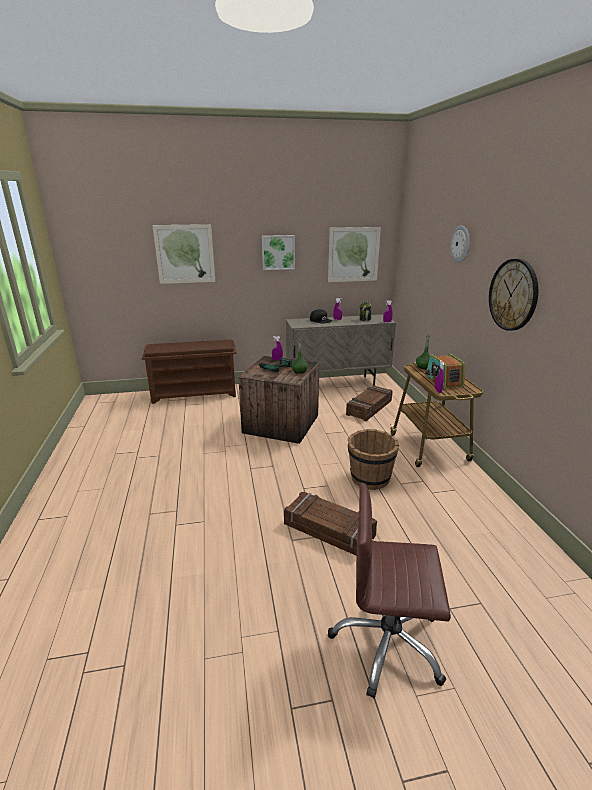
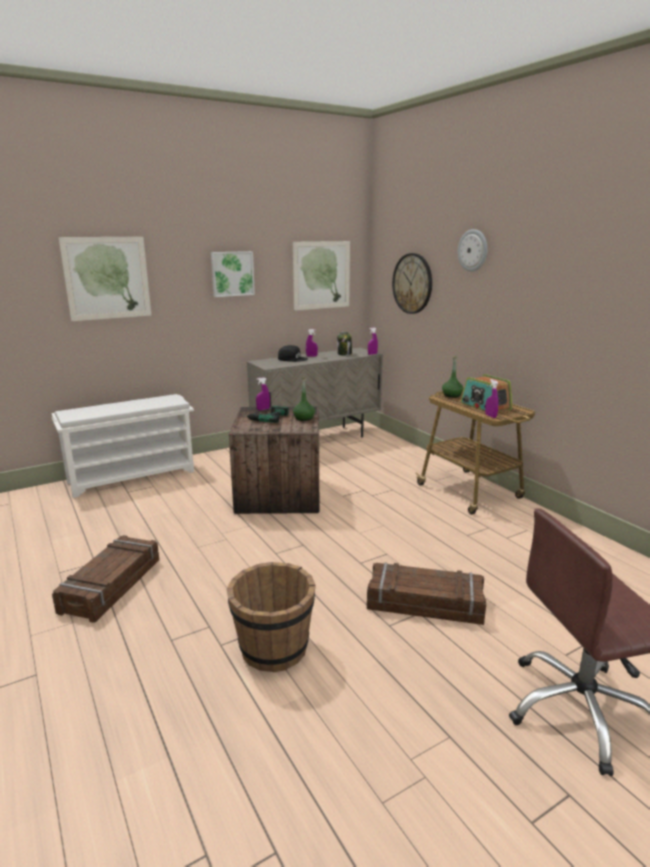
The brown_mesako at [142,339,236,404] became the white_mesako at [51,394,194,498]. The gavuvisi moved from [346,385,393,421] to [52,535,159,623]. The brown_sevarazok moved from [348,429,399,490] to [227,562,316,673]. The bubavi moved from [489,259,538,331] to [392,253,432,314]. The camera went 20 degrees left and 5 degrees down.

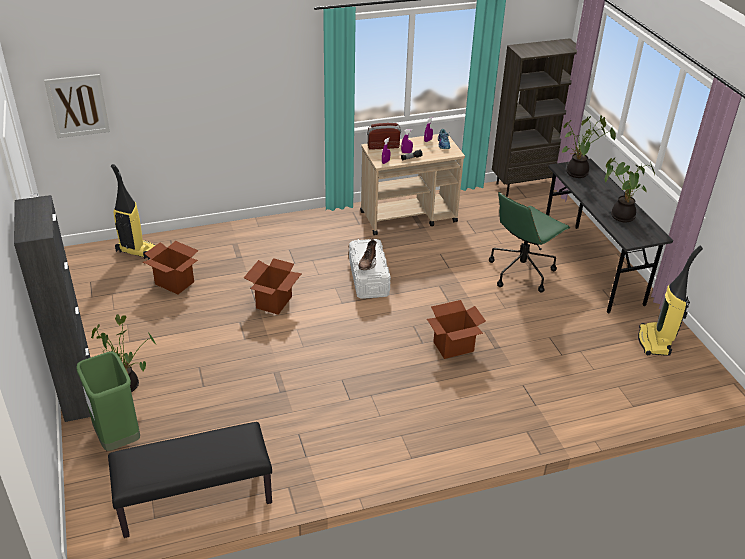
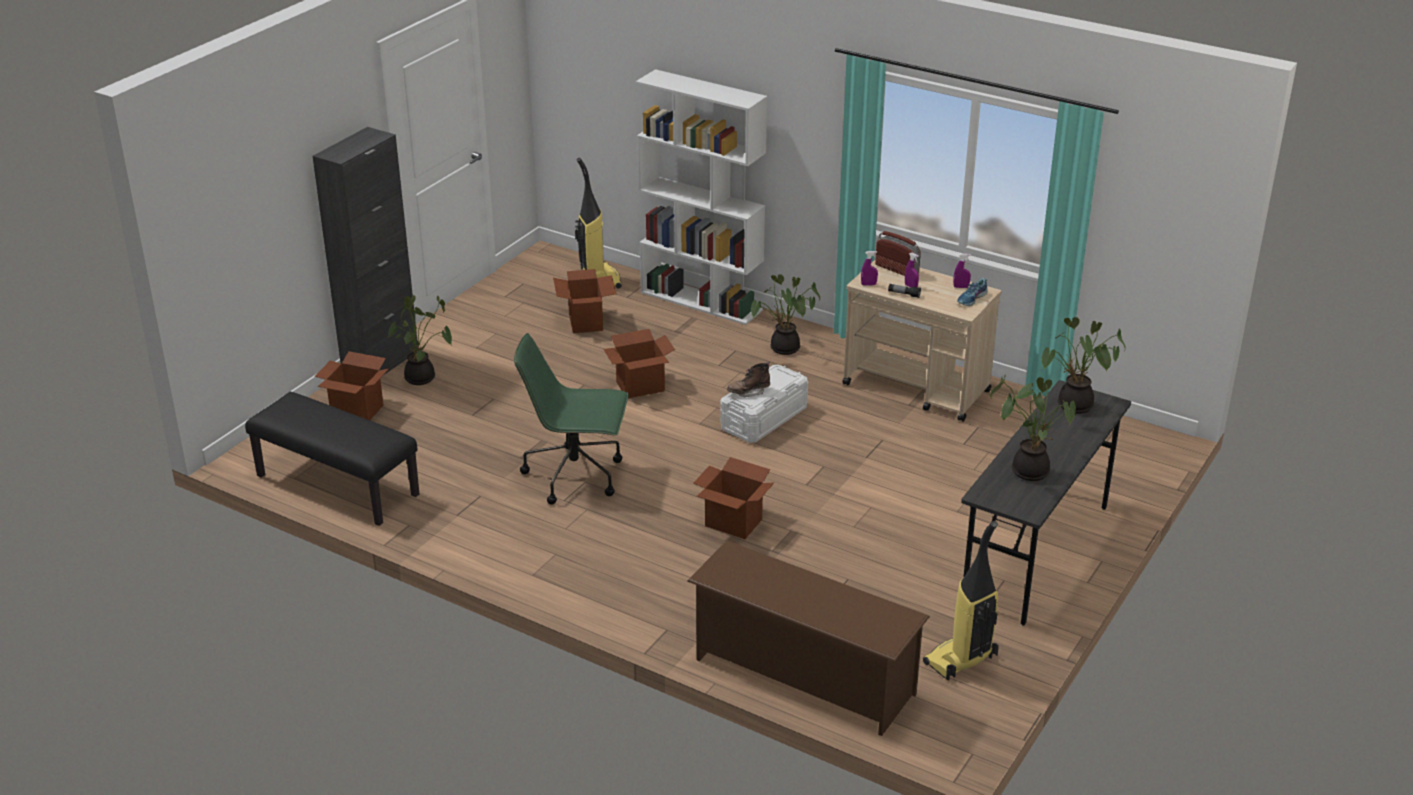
The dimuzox at [44,74,110,138] disappeared. The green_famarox at [76,351,140,451] was replaced by the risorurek at [315,351,389,420]. The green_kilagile moved from [489,192,571,292] to [514,333,629,505]. The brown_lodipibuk at [492,38,577,197] disappeared. The white_lodipibuk at [636,69,767,325] appeared. The brown_mesako at [687,541,930,736] appeared. The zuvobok at [751,274,820,355] appeared. The camera went 50 degrees right and 5 degrees down.

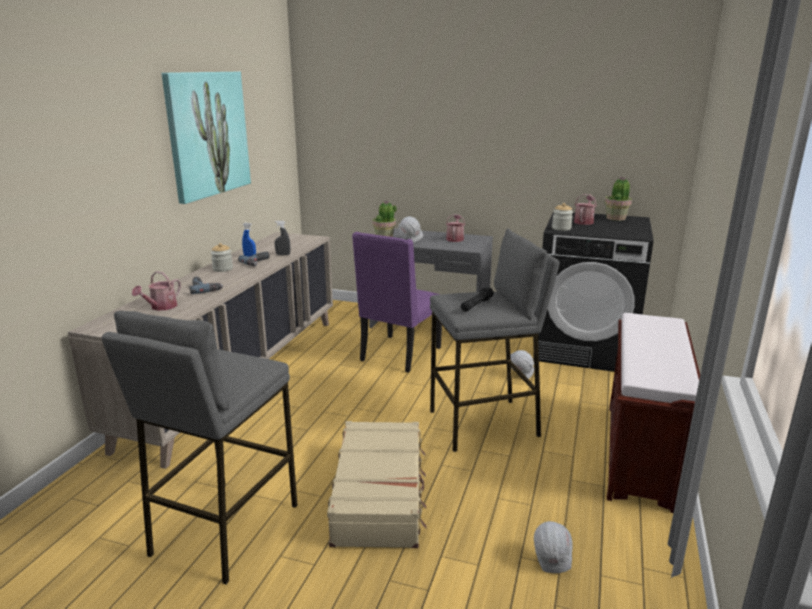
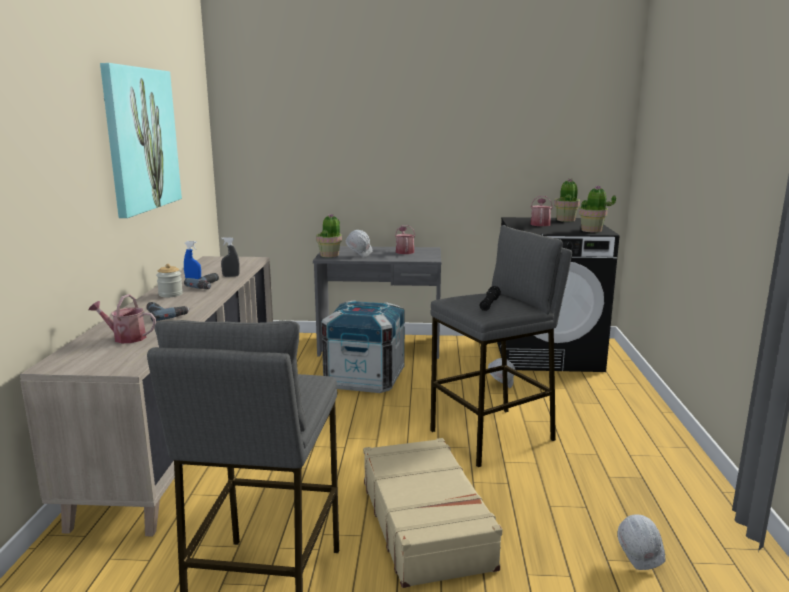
The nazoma at [132,271,181,311] turned 90 degrees clockwise. The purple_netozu at [352,232,442,373] was replaced by the gavuvisi at [321,300,405,393]. The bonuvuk at [552,203,573,231] disappeared. The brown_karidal at [607,313,700,513] disappeared. The zuvobok at [579,186,616,233] appeared. The camera went 15 degrees left and 5 degrees down.

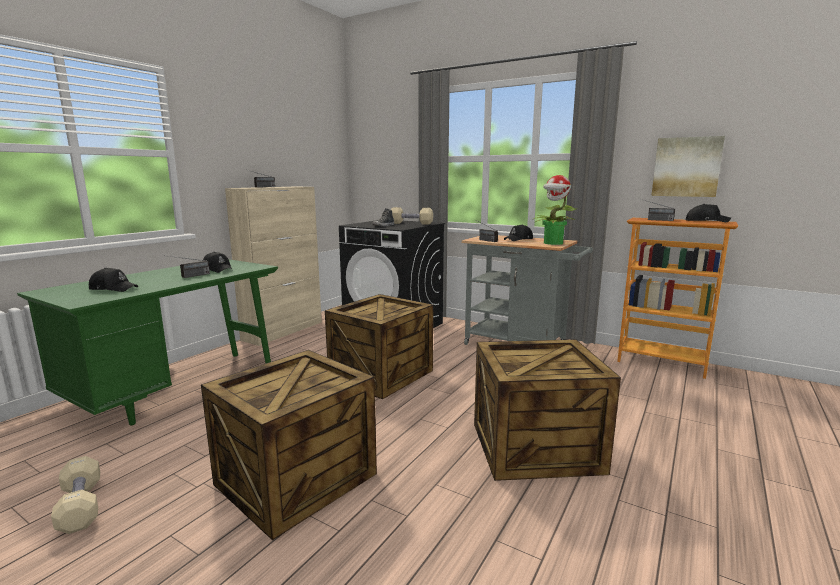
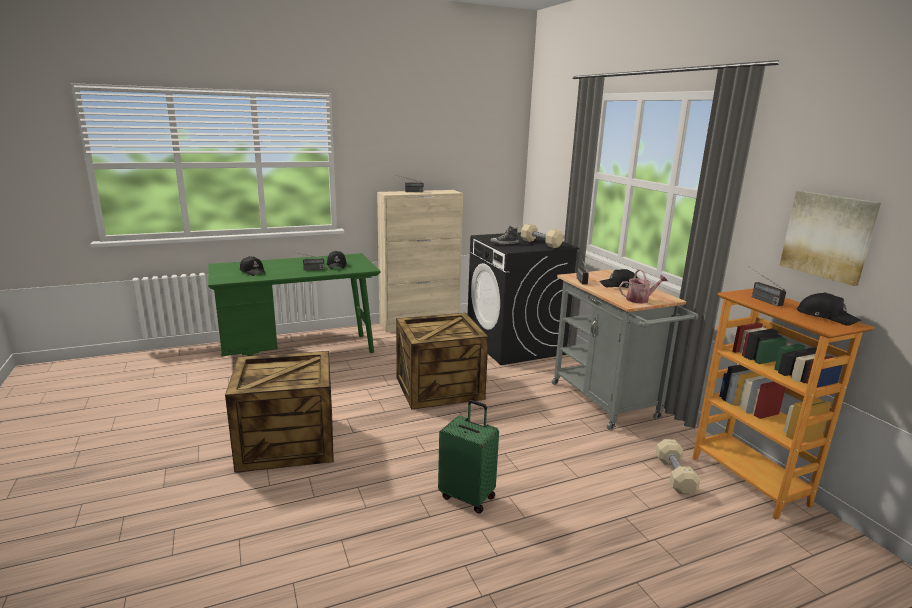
The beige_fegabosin moved from [51,456,100,534] to [656,439,700,495]. The gavuvisi at [474,339,621,481] was replaced by the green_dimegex at [438,400,499,514]. The zuvobok at [532,175,576,245] was replaced by the nazoma at [619,269,668,304]. The camera went 35 degrees right and 5 degrees up.

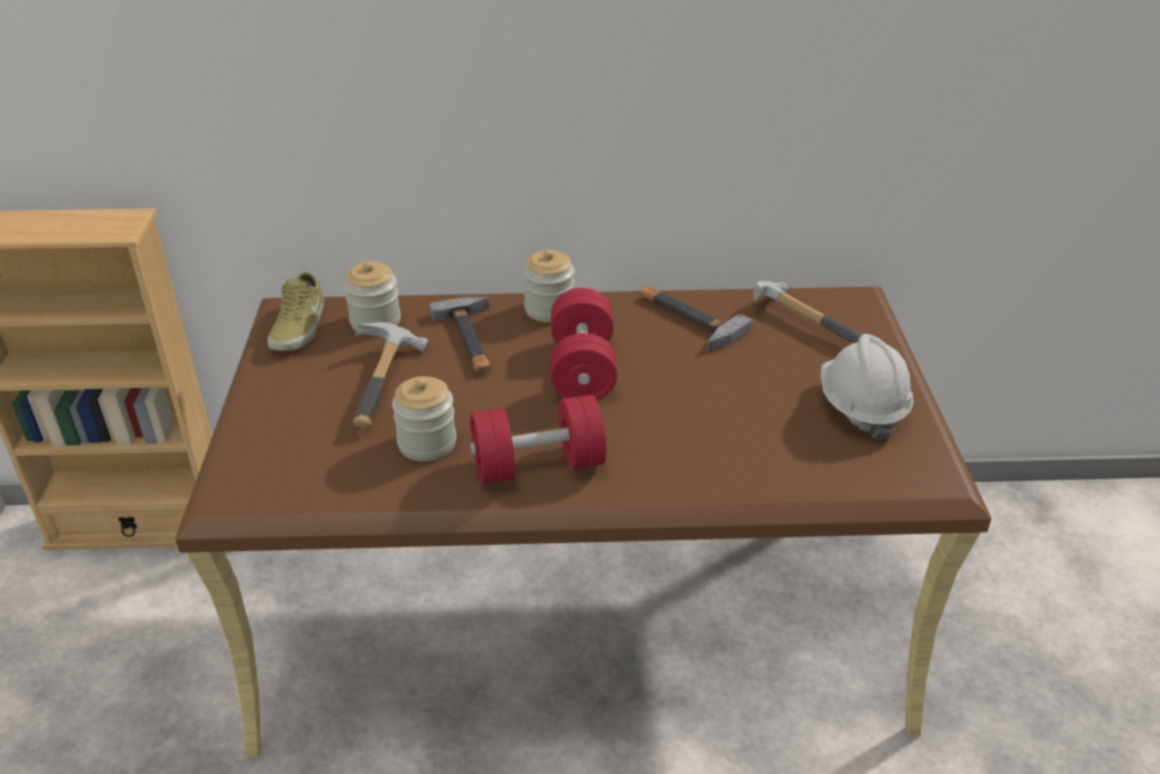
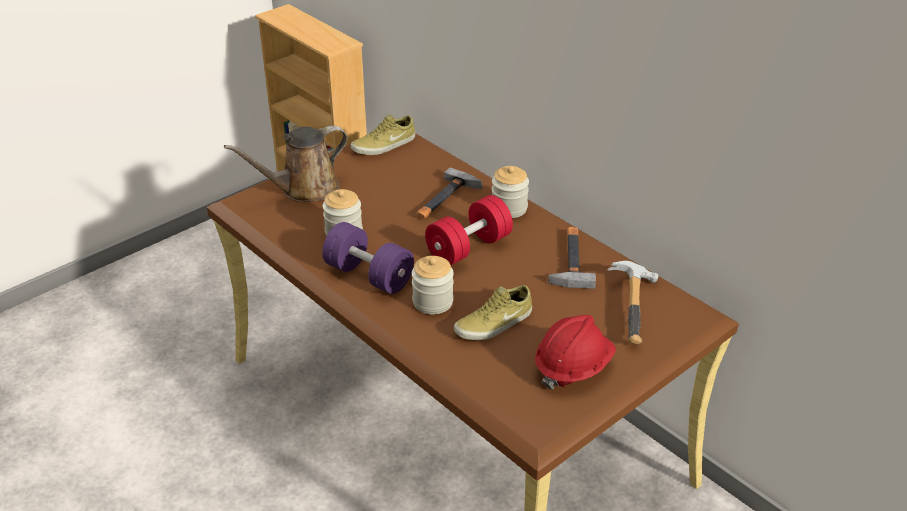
The bonuvuk moved from [344,261,401,332] to [412,256,454,314]. The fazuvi at [353,322,428,428] disappeared. The red_fegabosin at [470,395,606,484] became the purple_fegabosin at [322,222,414,294]. The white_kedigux at [821,334,913,440] became the red_kedigux at [535,315,616,390]. The brown_nazoma at [224,125,348,201] appeared. The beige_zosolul at [454,285,532,340] appeared. The camera went 50 degrees right and 0 degrees up.

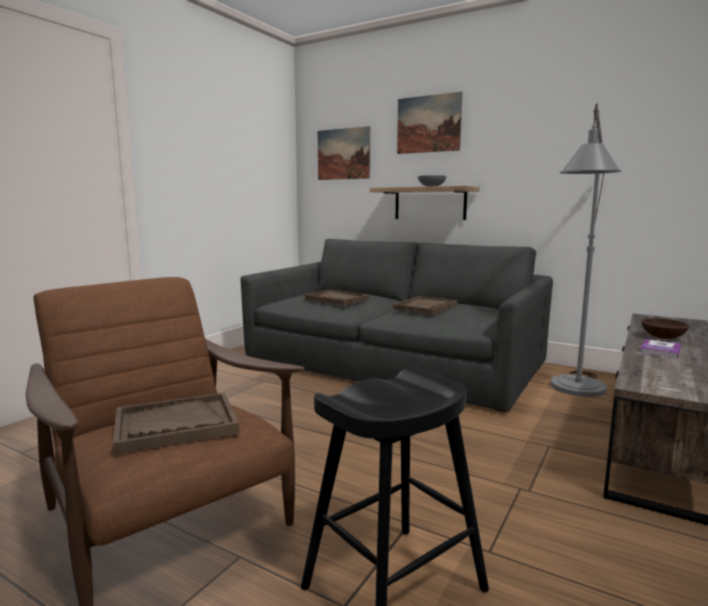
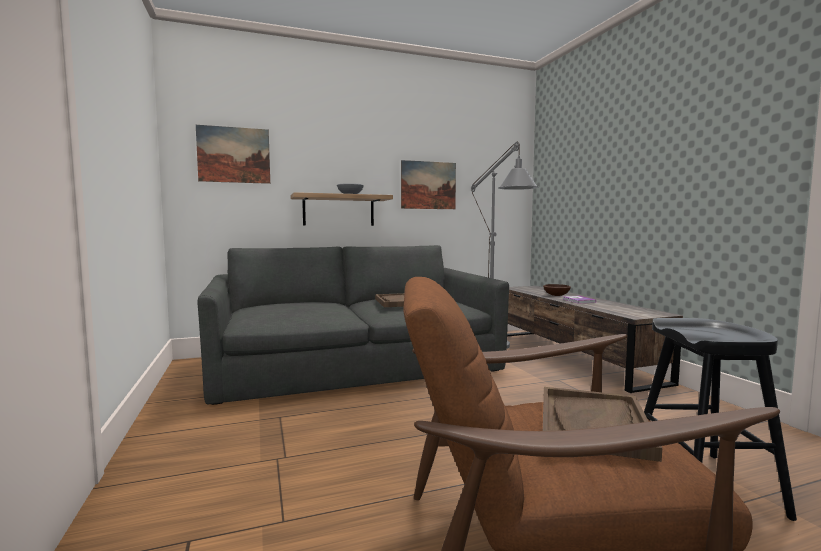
The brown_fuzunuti at [305,290,369,306] disappeared. The dimuzox moved from [397,92,462,154] to [401,160,456,209]. The camera went 50 degrees left and 5 degrees down.

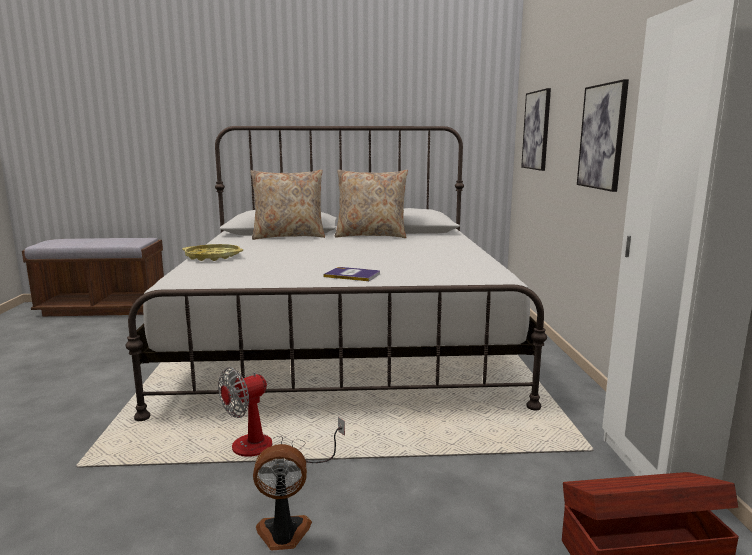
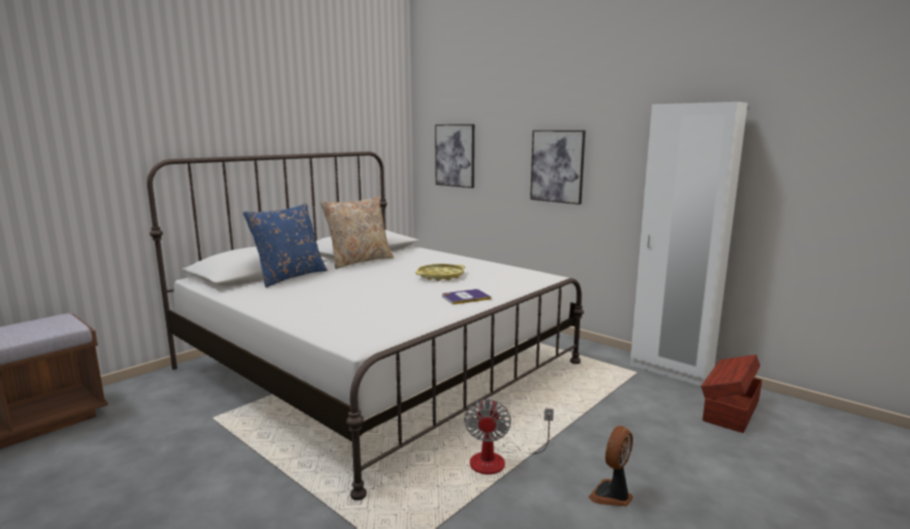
The yellow_fuzunuti moved from [182,244,243,261] to [415,264,465,281]. The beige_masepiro at [251,170,325,240] became the blue_masepiro at [243,203,327,287]. The camera went 45 degrees left and 0 degrees up.

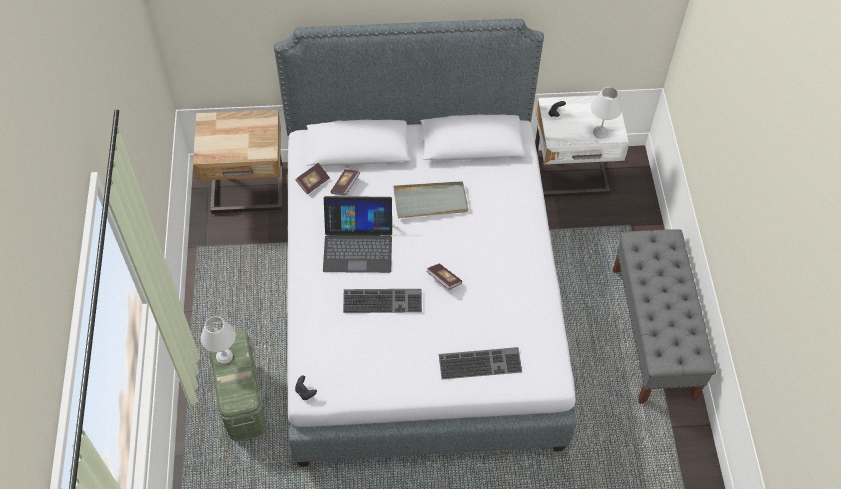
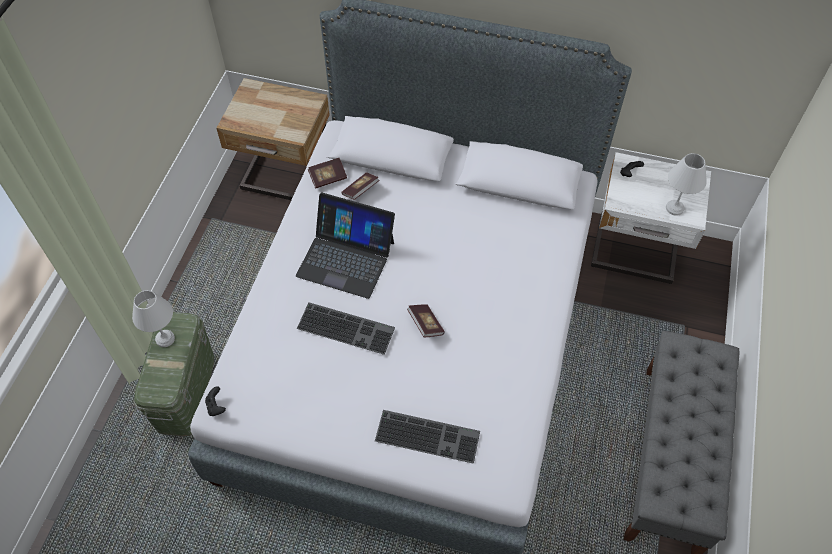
The grey_fuzunuti at [393,181,468,218] disappeared. The camera went 20 degrees right and 0 degrees up.

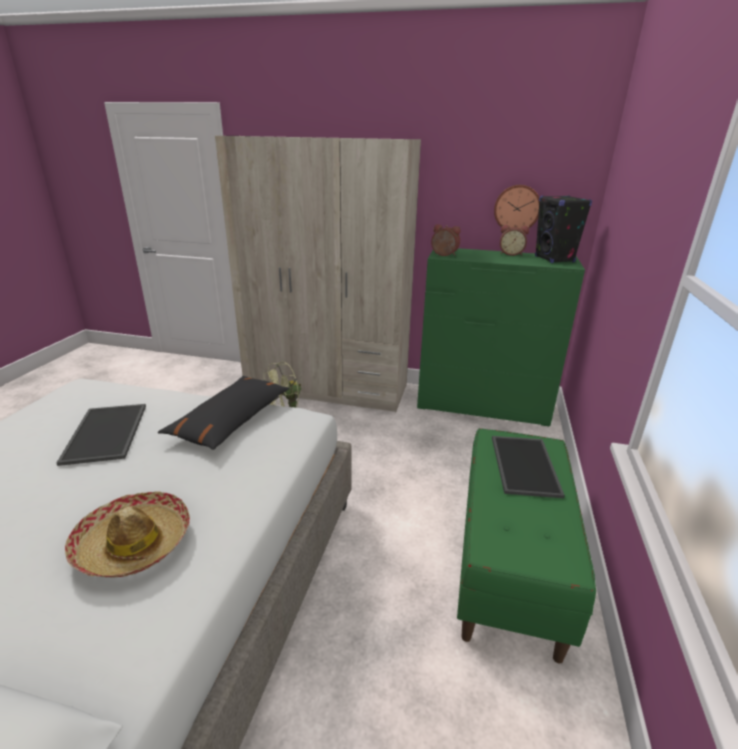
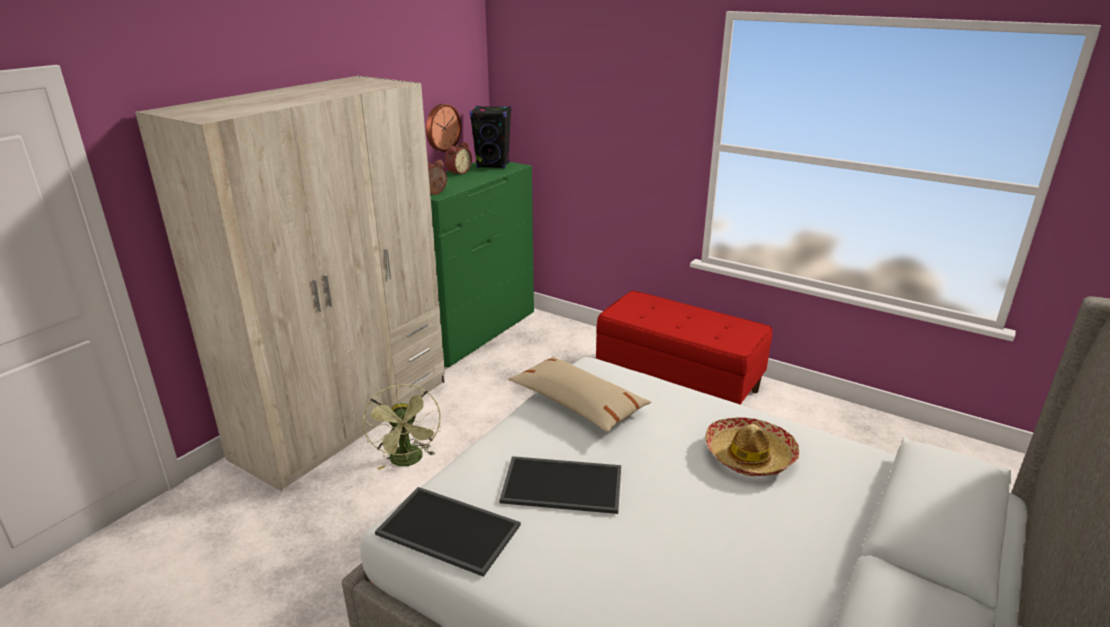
The black_masepiro at [158,376,289,450] became the beige_masepiro at [508,356,651,433]. The green_karidal at [457,428,596,664] became the red_karidal at [596,291,772,405]. The fuzunuti moved from [492,436,565,498] to [375,487,520,577]. The camera went 70 degrees left and 0 degrees up.

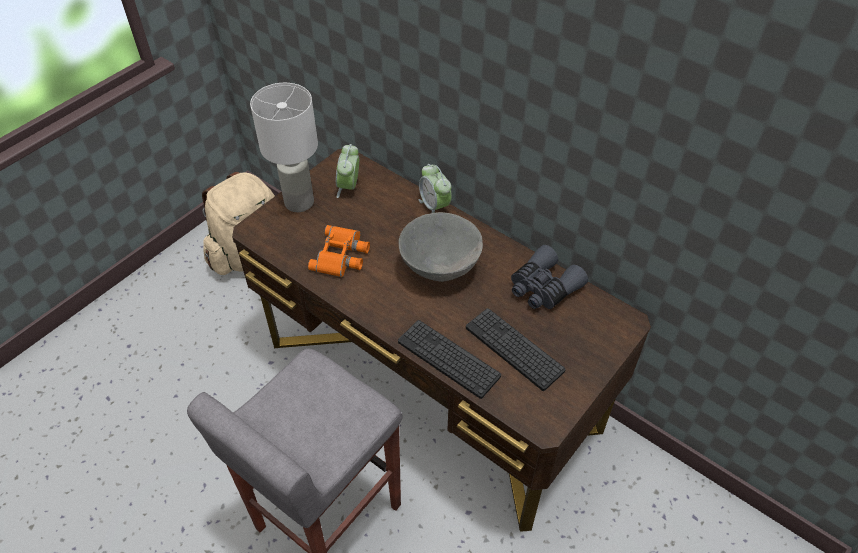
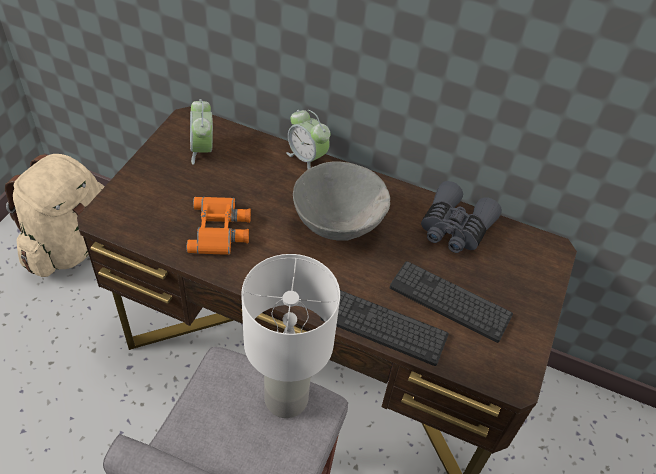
The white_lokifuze moved from [250,83,318,212] to [241,254,340,418]. The camera went 20 degrees left and 0 degrees up.

